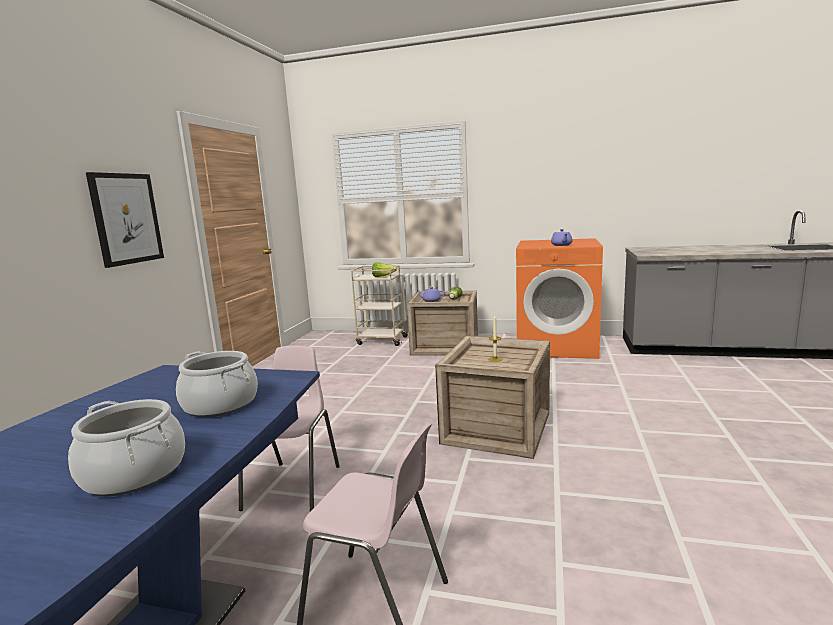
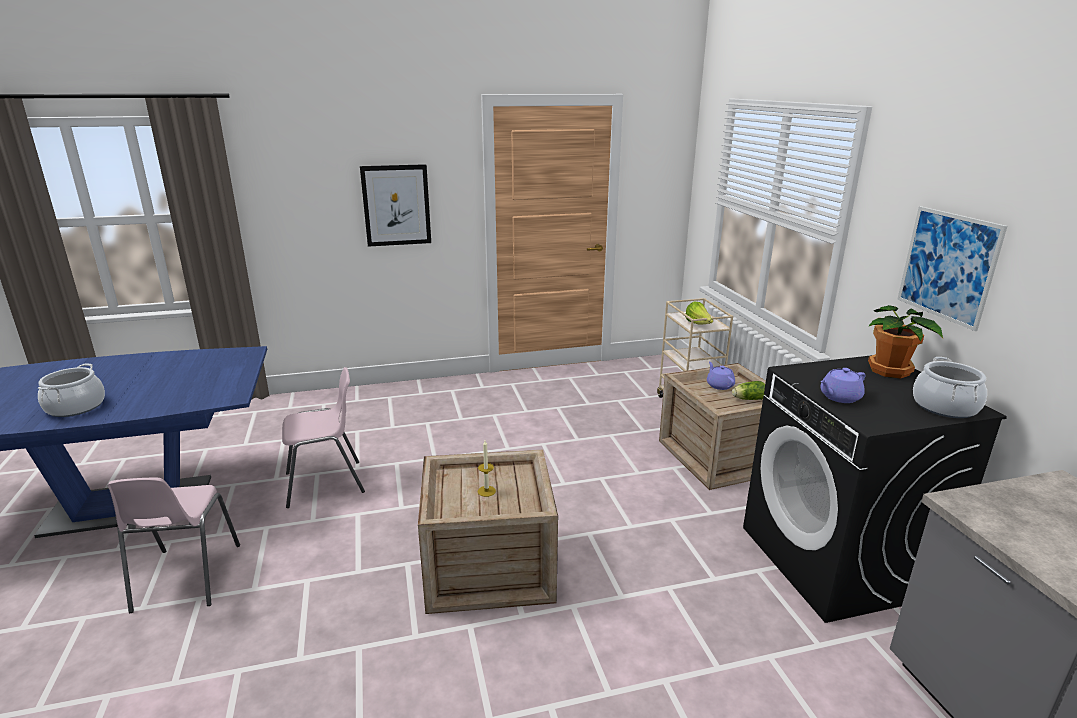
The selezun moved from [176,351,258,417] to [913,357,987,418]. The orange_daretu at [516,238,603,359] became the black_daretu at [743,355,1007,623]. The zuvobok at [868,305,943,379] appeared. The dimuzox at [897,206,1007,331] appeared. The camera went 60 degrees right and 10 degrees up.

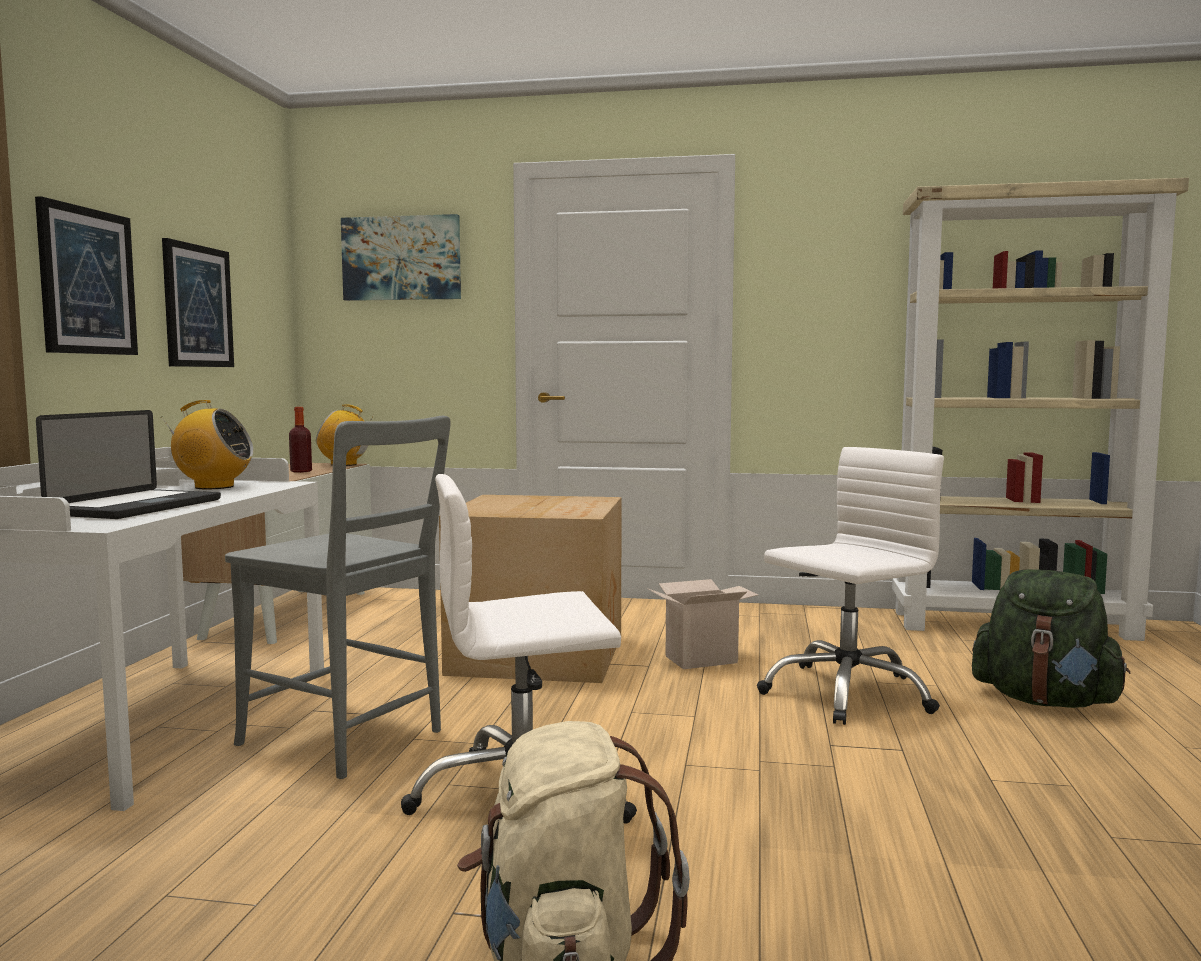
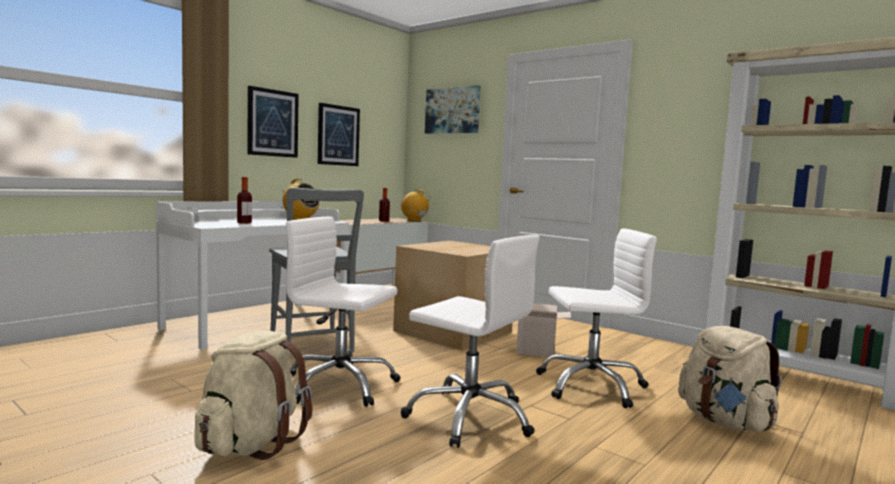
The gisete at [36,410,221,519] was replaced by the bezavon at [237,177,252,224]. The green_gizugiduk at [972,569,1130,708] became the beige_gizugiduk at [678,326,782,432]. The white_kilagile at [401,235,539,448] appeared. The camera went 30 degrees right and 0 degrees up.

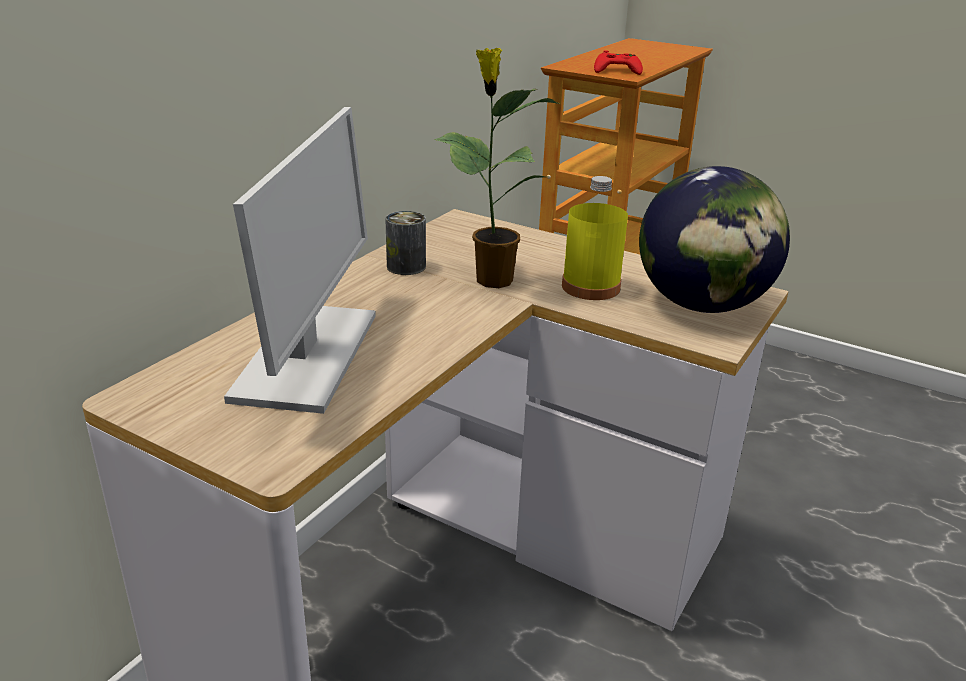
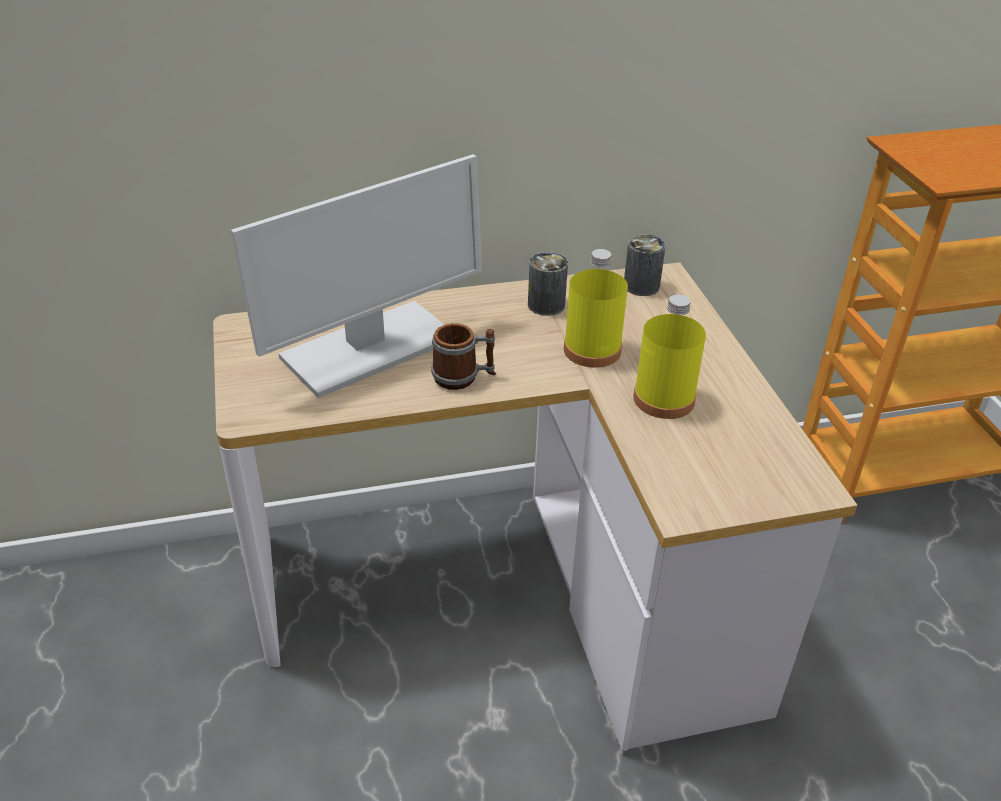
The zuvobok at [434,48,561,288] was replaced by the yellow_bezavon at [564,249,628,368]. The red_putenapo at [594,50,643,75] disappeared. The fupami at [639,166,790,313] disappeared. The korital at [431,323,496,390] appeared. The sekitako at [624,234,666,296] appeared. The camera went 45 degrees right and 10 degrees up.

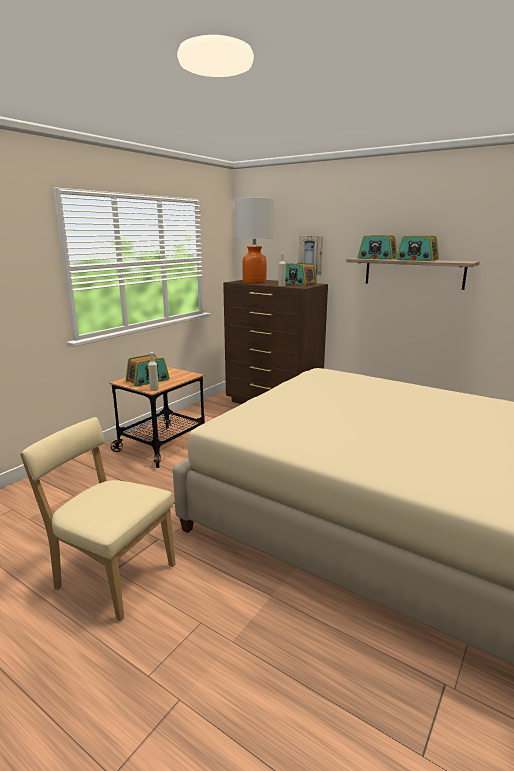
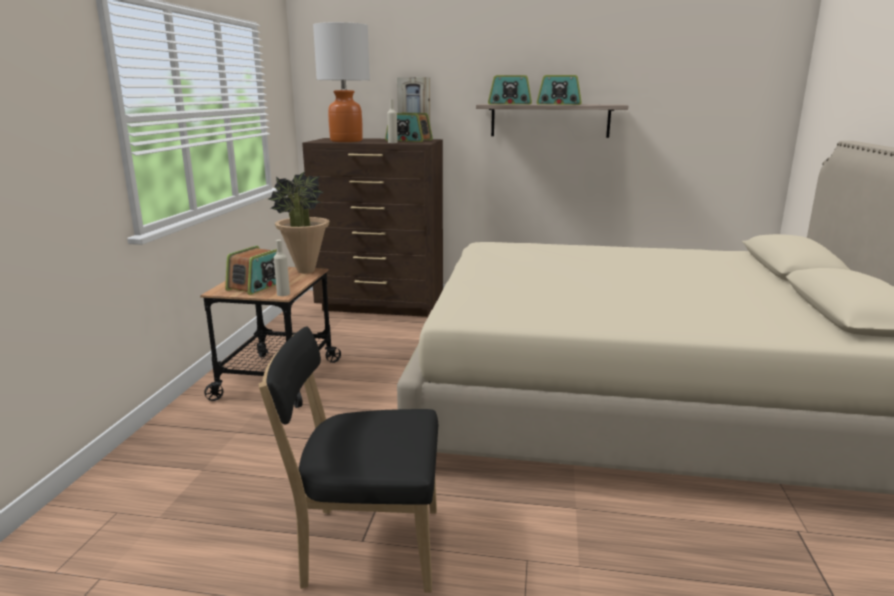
The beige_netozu at [20,417,175,621] became the black_netozu at [259,326,438,593]. The zuvobok at [268,171,330,273] appeared. The camera went 25 degrees left and 0 degrees up.

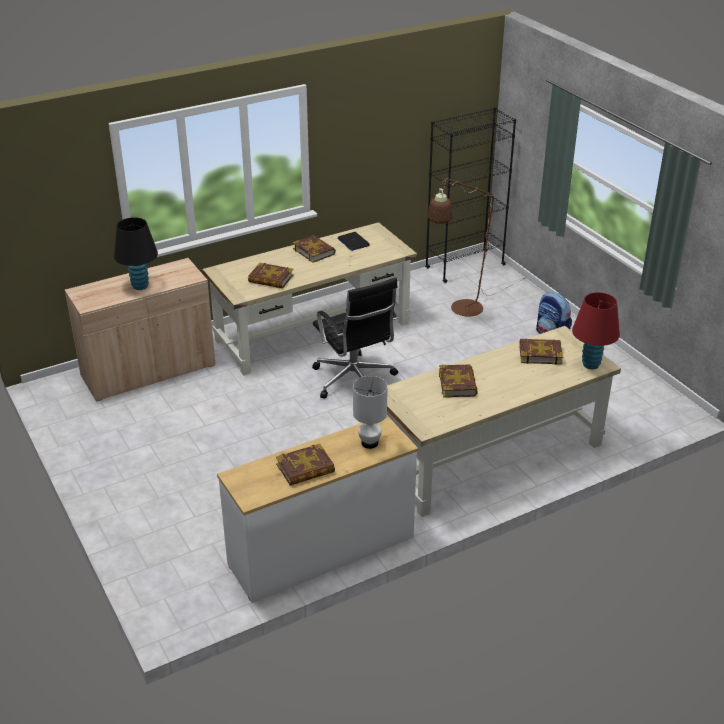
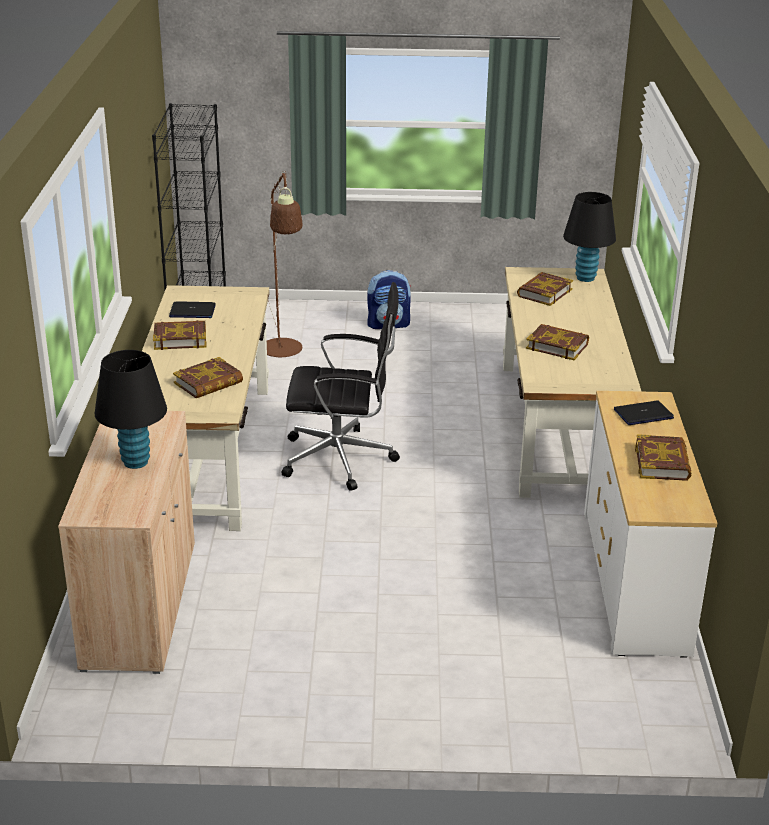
The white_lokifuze at [353,376,388,449] was replaced by the gisete at [614,400,674,425]. The red_lokifuze at [572,292,620,369] became the black_lokifuze at [563,192,616,282]. The camera went 60 degrees left and 5 degrees down.

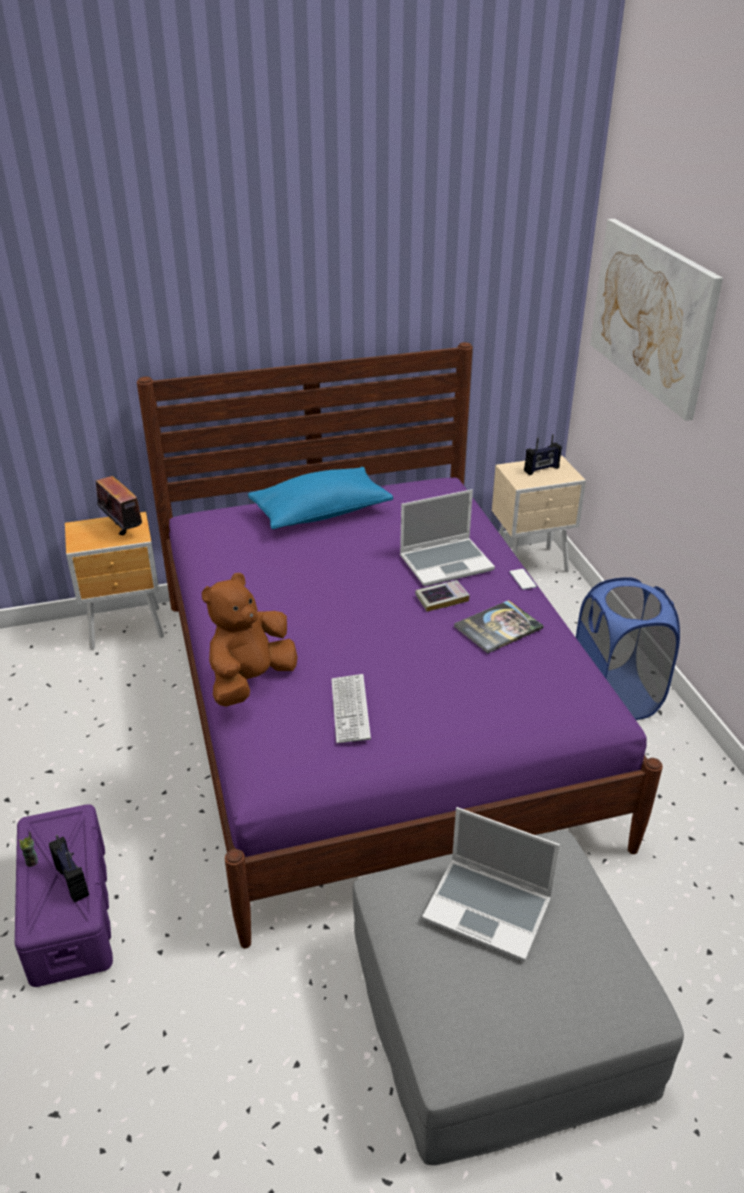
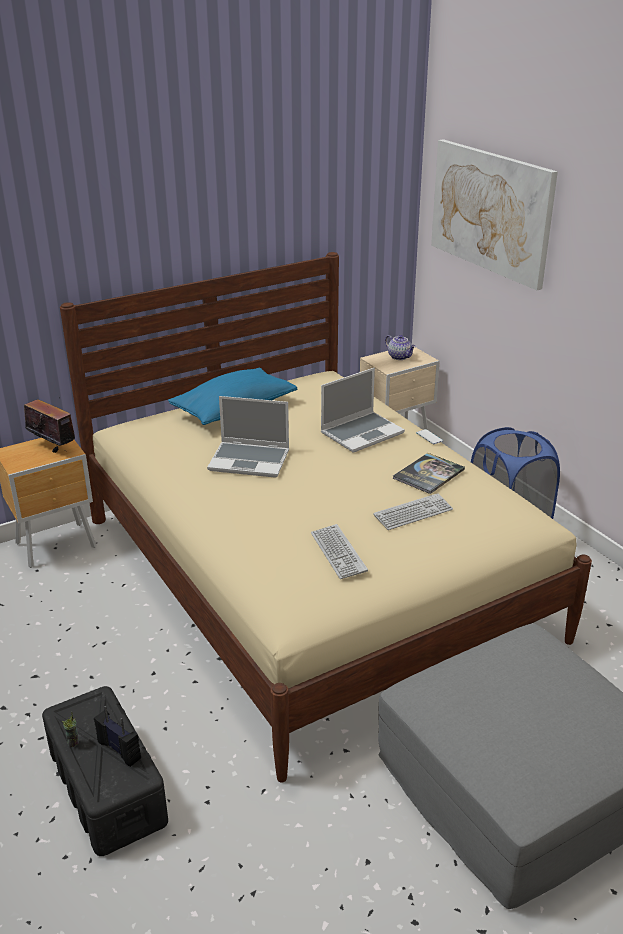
The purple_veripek at [15,804,113,987] became the black_veripek at [42,686,168,856]. The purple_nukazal at [137,342,663,948] became the beige_nukazal at [60,252,592,782]. The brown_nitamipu at [202,573,298,707] disappeared. The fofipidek at [415,580,470,612] disappeared. The gisete moved from [422,807,560,962] to [207,396,289,478]. The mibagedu at [524,434,562,475] was replaced by the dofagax at [385,335,416,360]. The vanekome at [373,493,453,530] appeared. The camera went 15 degrees left and 5 degrees down.

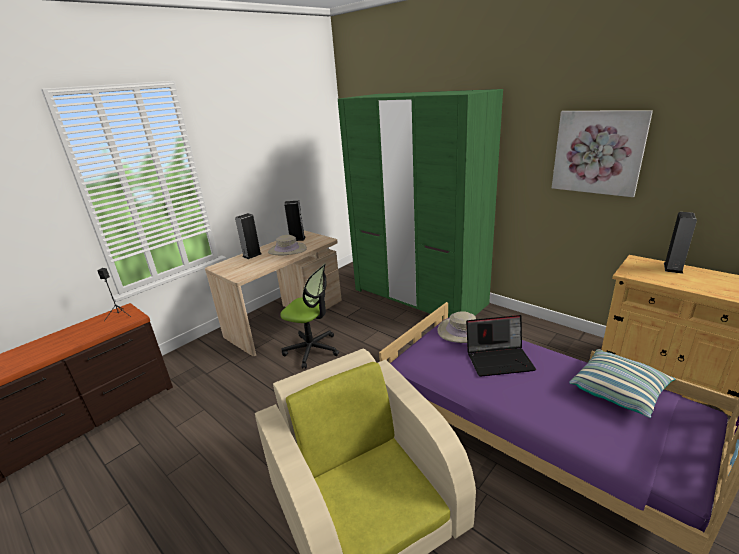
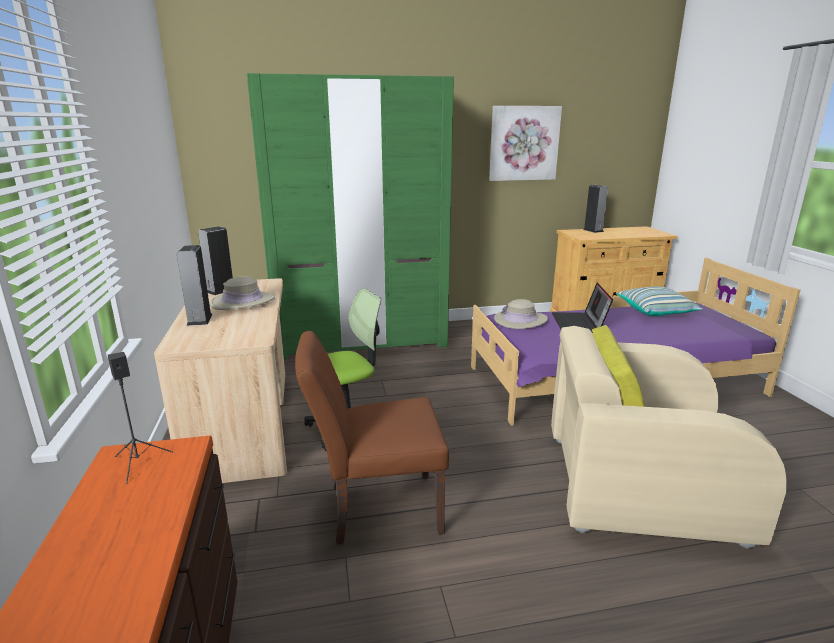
The gisete at [466,315,536,377] turned 150 degrees clockwise. The brown_netozu at [295,331,449,545] appeared. The camera went 55 degrees left and 5 degrees down.

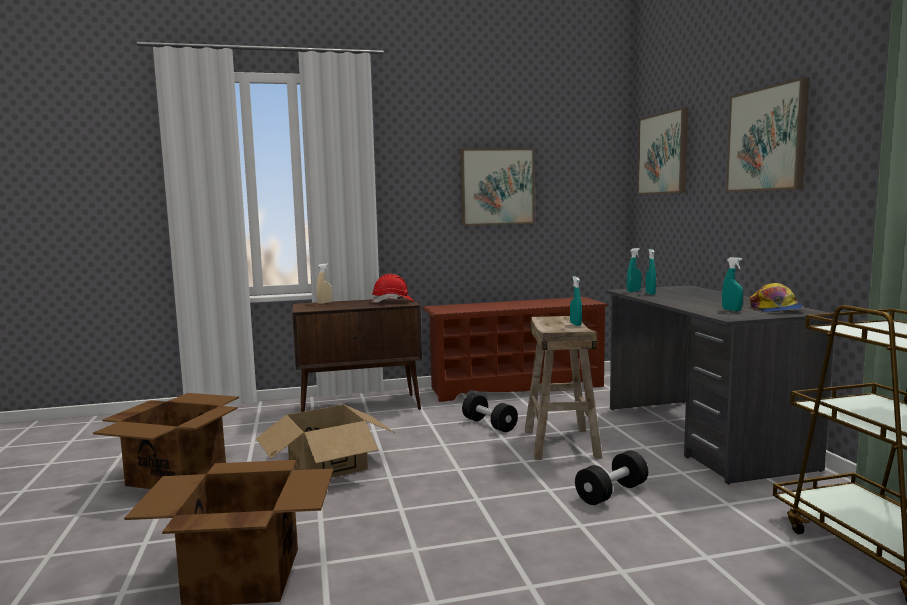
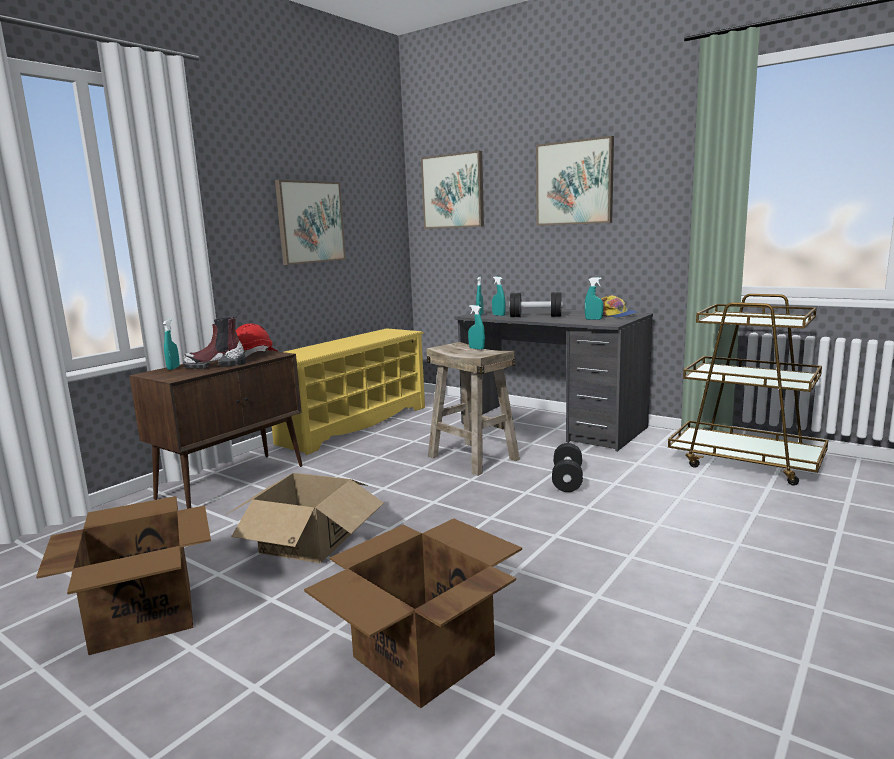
The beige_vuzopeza at [316,263,332,304] became the turquoise_vuzopeza at [163,319,180,370]. The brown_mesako at [423,297,609,402] became the yellow_mesako at [272,328,425,455]. The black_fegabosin moved from [462,394,518,432] to [509,292,563,317]. The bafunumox at [183,312,246,369] appeared. The camera went 40 degrees left and 5 degrees up.

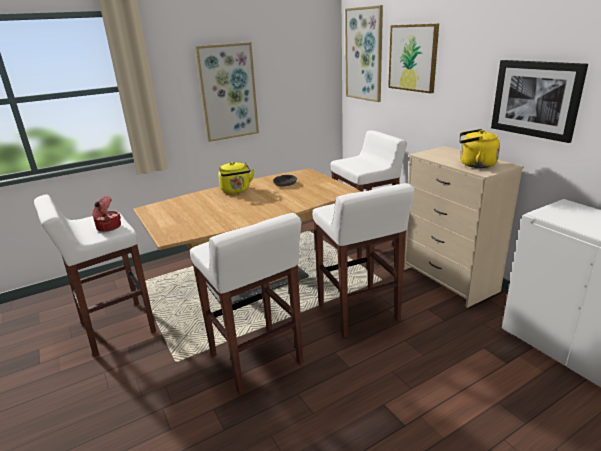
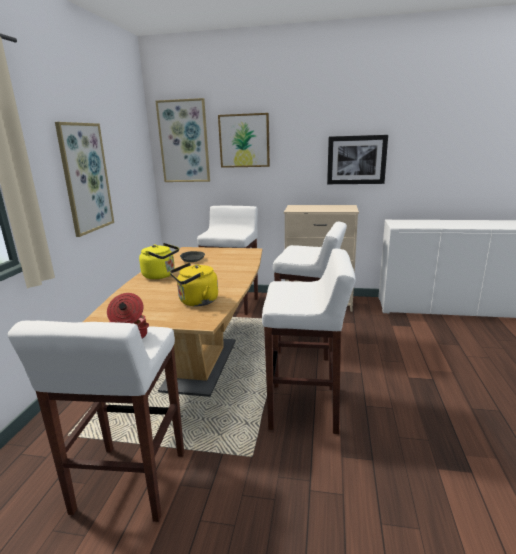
The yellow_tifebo moved from [459,129,500,168] to [170,263,218,306]. The camera went 50 degrees left and 5 degrees down.

